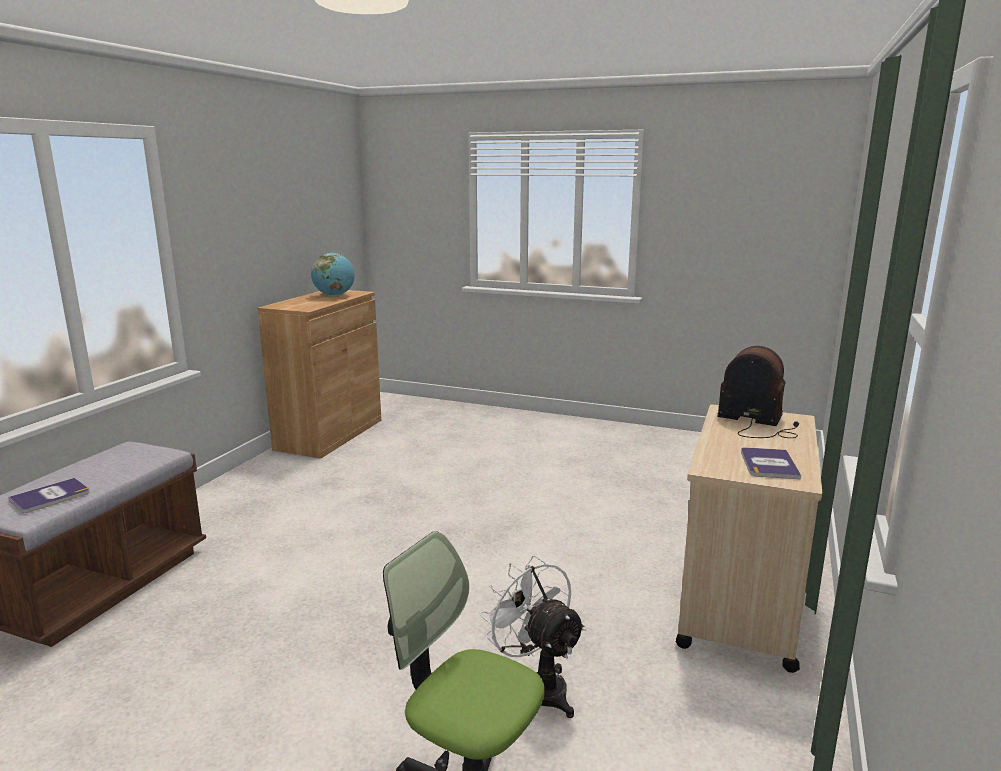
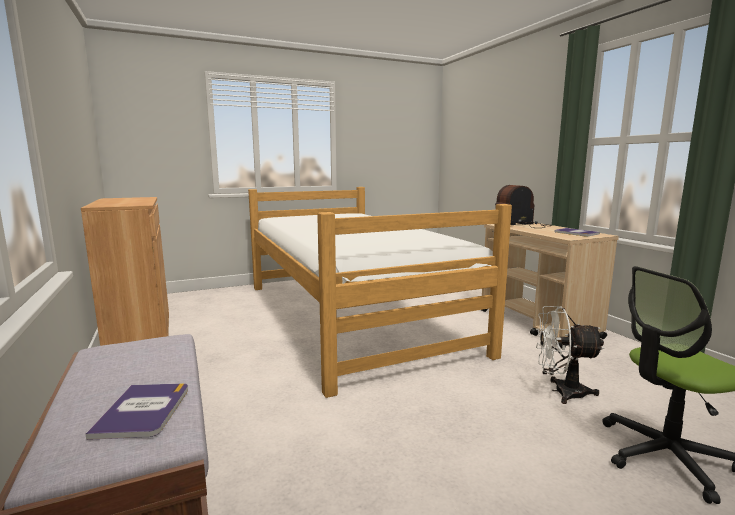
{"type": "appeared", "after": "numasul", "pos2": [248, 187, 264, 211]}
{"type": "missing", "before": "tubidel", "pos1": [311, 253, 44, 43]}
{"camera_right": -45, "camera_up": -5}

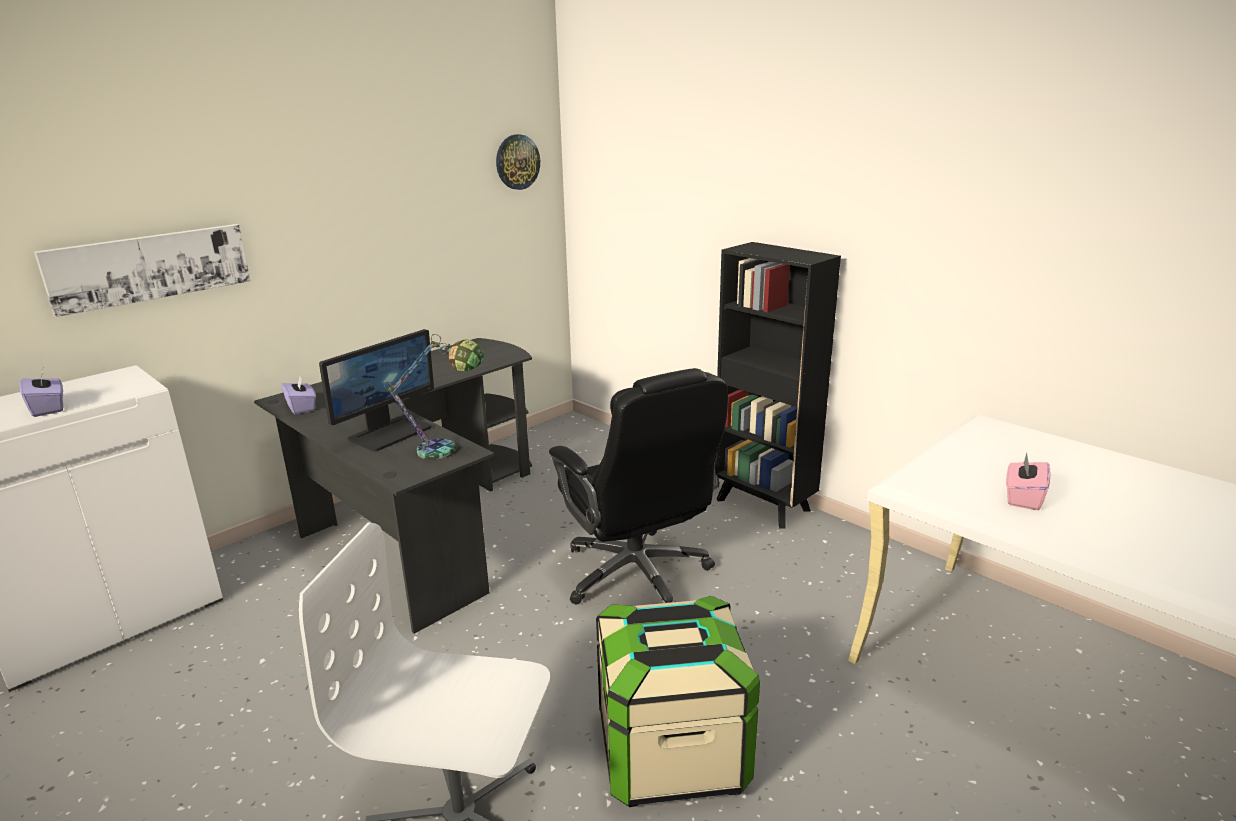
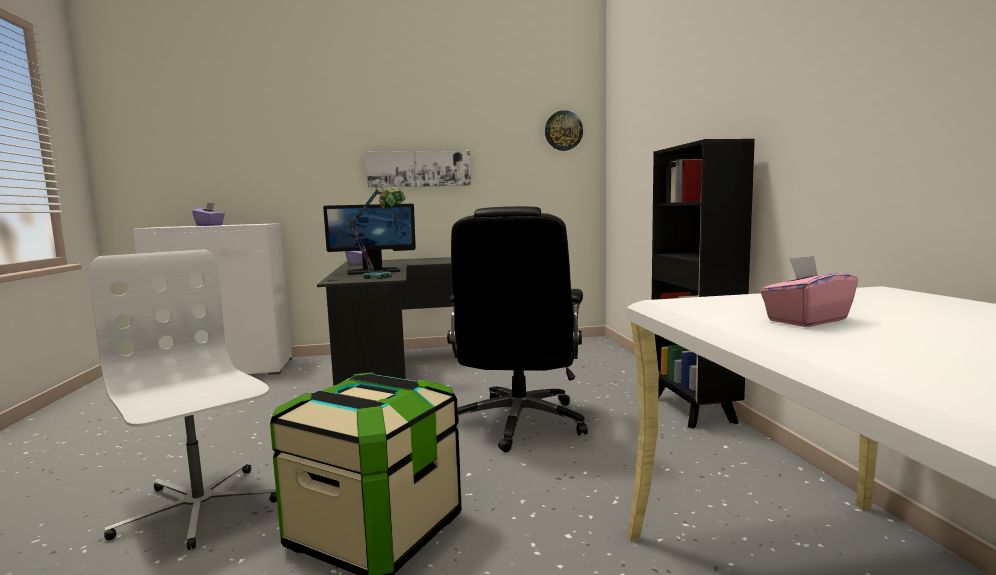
{"type": "relocated", "before": "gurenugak", "pos1": [34, 224, 216, 93], "pos2": [366, 151, 105, 37]}
{"camera_right": 35, "camera_up": -15}

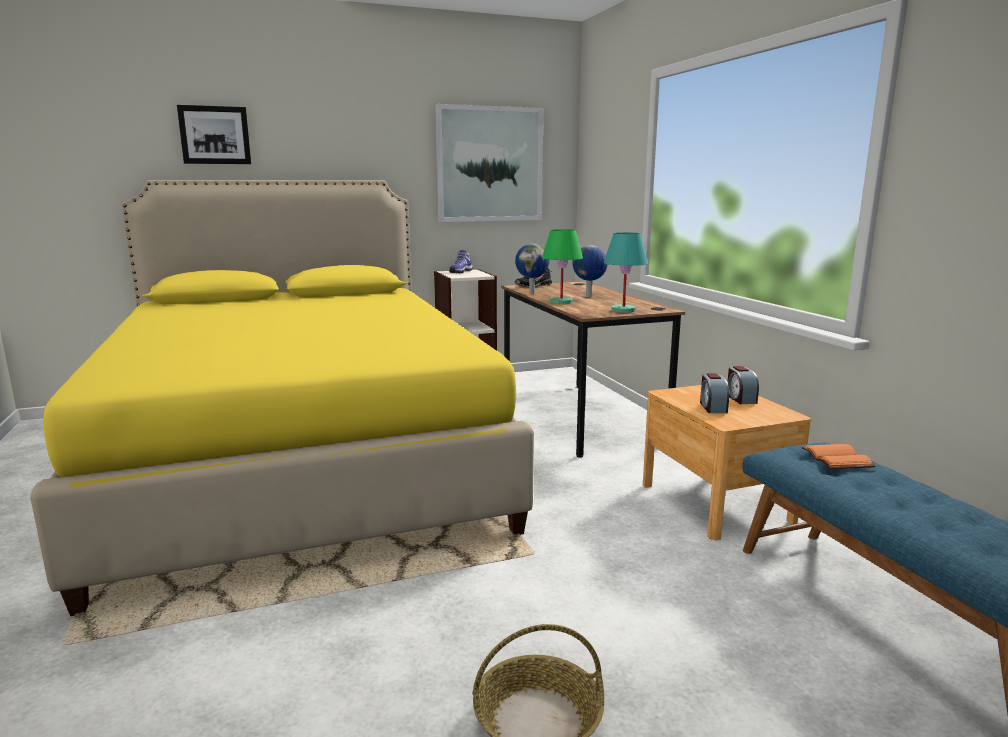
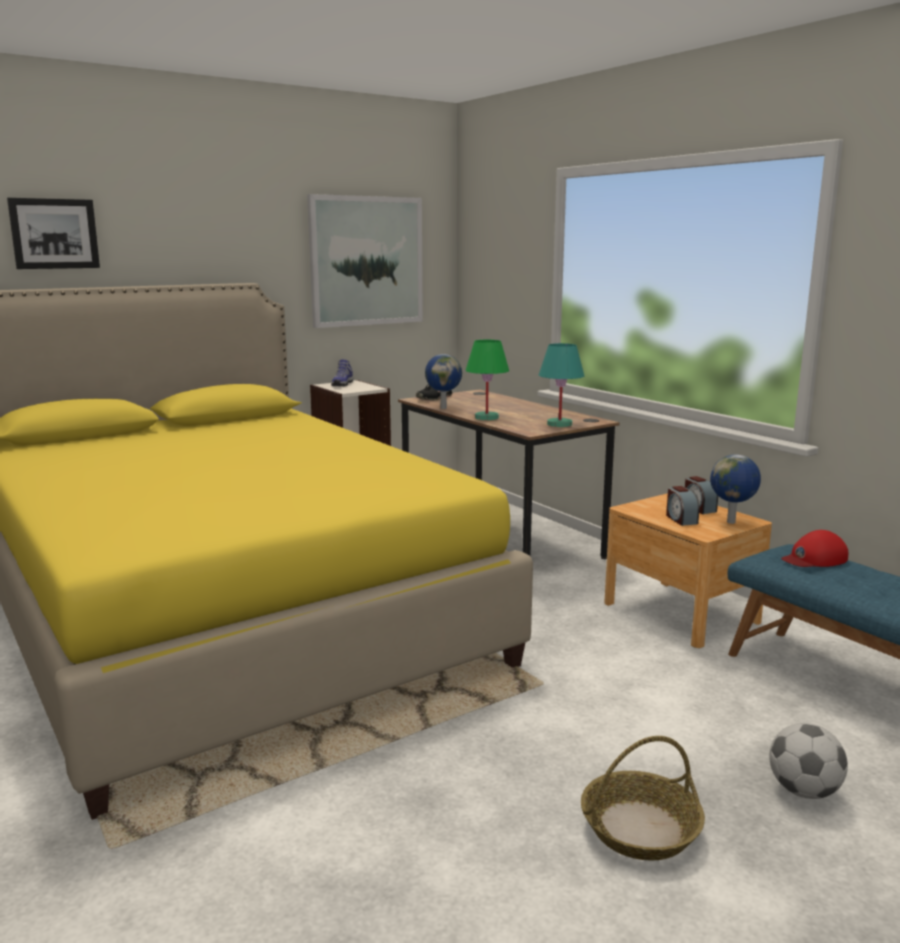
{"type": "relocated", "before": "tubidel", "pos1": [572, 245, 36, 52], "pos2": [710, 454, 51, 70]}
{"type": "appeared", "after": "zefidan", "pos2": [769, 723, 79, 76]}
{"type": "exchanged", "before": "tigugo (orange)", "after": "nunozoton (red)", "pos1": [802, 444, 74, 25], "pos2": [781, 530, 67, 37]}
{"camera_right": -15, "camera_up": 0}

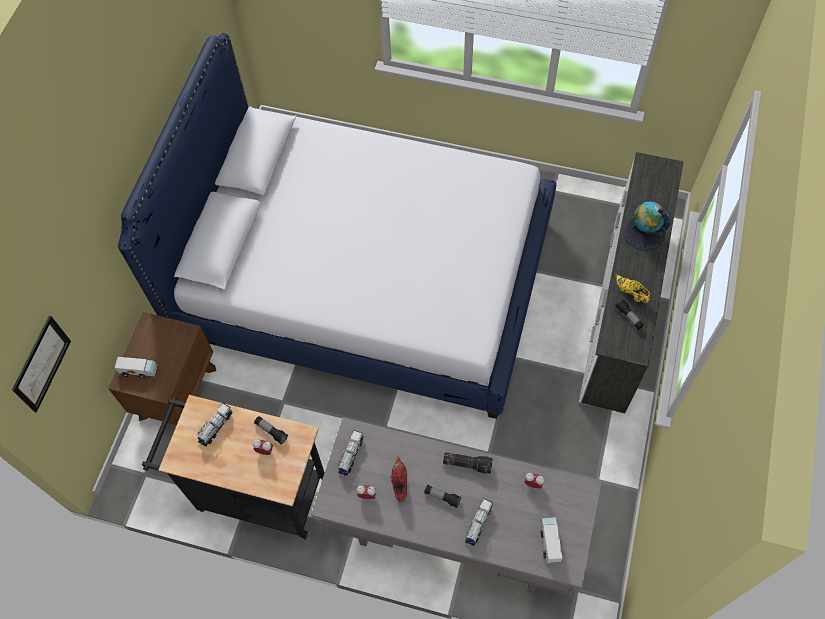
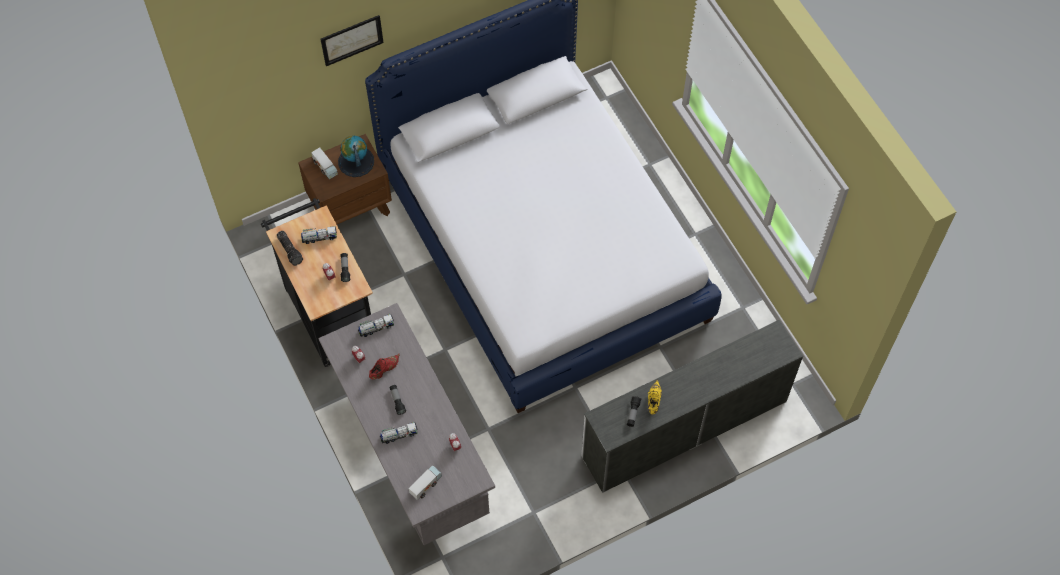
{"type": "relocated", "before": "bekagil", "pos1": [443, 452, 50, 22], "pos2": [277, 231, 26, 35]}
{"type": "relocated", "before": "gurenugak", "pos1": [12, 316, 59, 97], "pos2": [321, 15, 63, 51]}
{"type": "relocated", "before": "tubidel", "pos1": [623, 201, 48, 50], "pos2": [338, 136, 36, 41]}
{"camera_right": 45, "camera_up": 0}

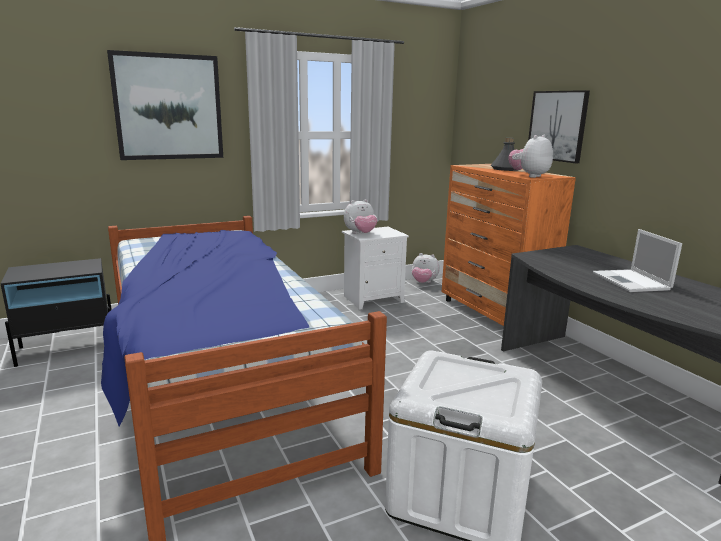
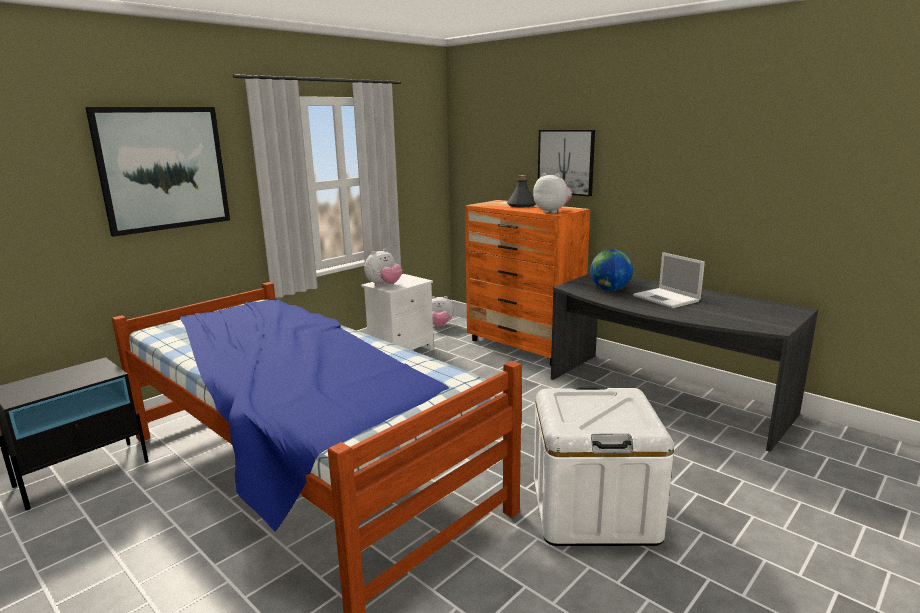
{"type": "spun", "before": "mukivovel", "pos1": [508, 135, 45, 43], "pos2": [533, 173, 39, 40], "turn": 105}
{"type": "appeared", "after": "tubidel", "pos2": [590, 249, 43, 42]}
{"camera_right": -20, "camera_up": 0}

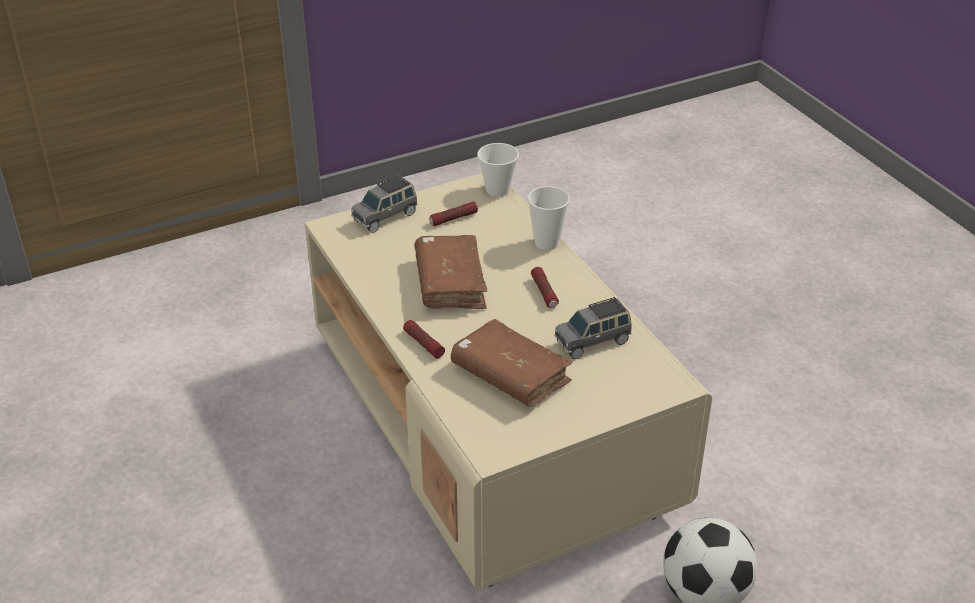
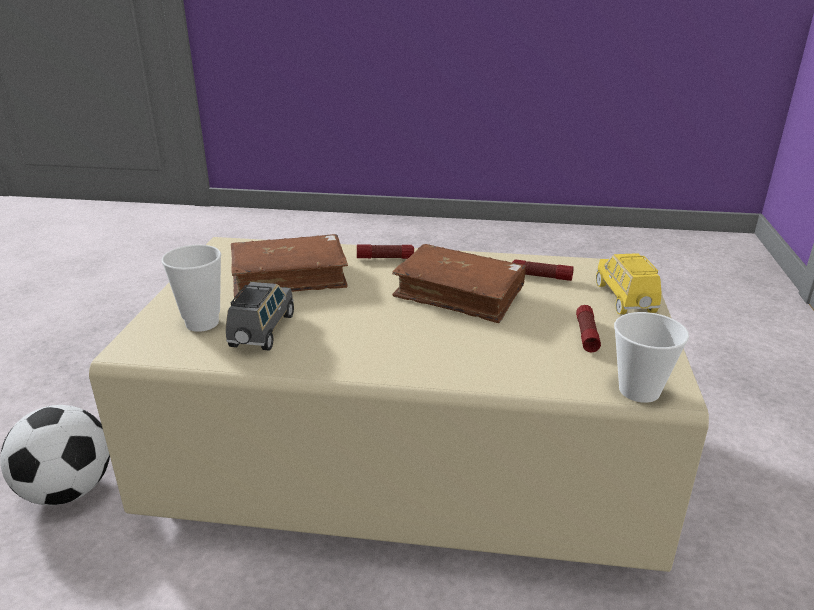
{"type": "relocated", "before": "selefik", "pos1": [528, 186, 42, 64], "pos2": [161, 245, 60, 87]}
{"type": "relocated", "before": "bekagil", "pos1": [531, 267, 28, 41], "pos2": [512, 259, 62, 22]}
{"type": "colour", "before": "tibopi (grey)", "after": "tibopi (yellow)", "pos1": [351, 175, 66, 58], "pos2": [596, 253, 65, 61]}
{"camera_right": 125, "camera_up": -10}

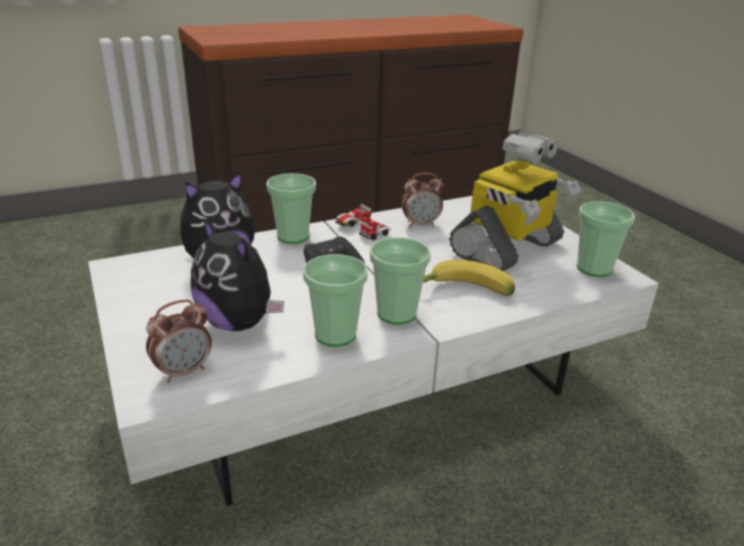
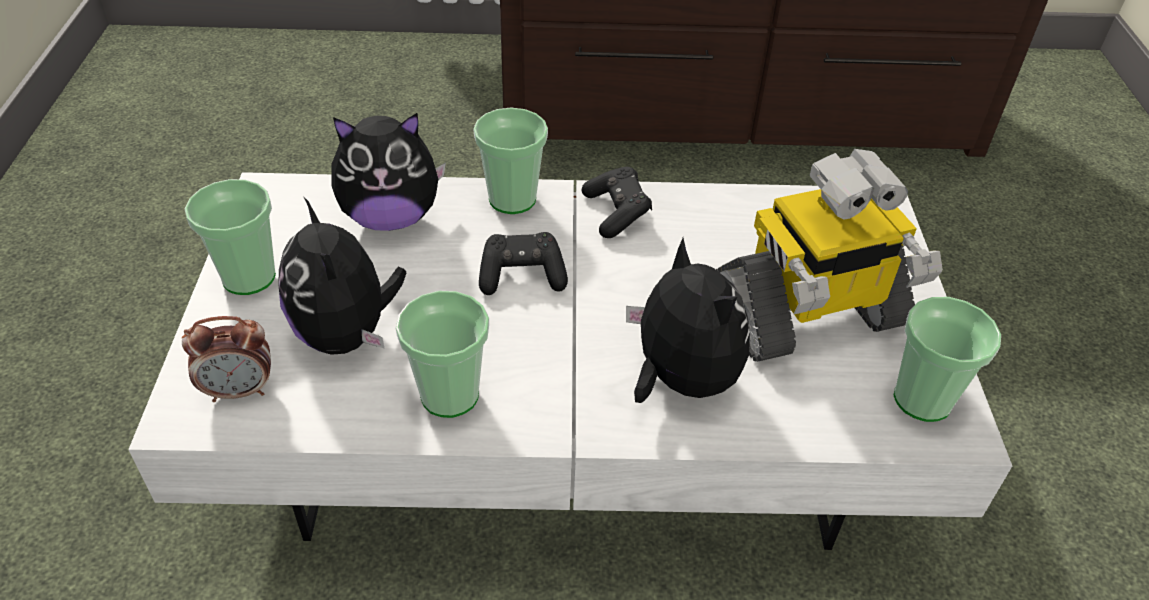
{"type": "relocated", "before": "selefik", "pos1": [370, 237, 61, 87], "pos2": [185, 179, 91, 116]}
{"type": "exchanged", "before": "tibopi", "after": "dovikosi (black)", "pos1": [335, 204, 56, 37], "pos2": [582, 167, 70, 71]}
{"type": "exchanged", "before": "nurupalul", "after": "mukivovel", "pos1": [423, 260, 92, 36], "pos2": [626, 238, 124, 165]}
{"type": "missing", "before": "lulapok", "pos1": [401, 172, 43, 56]}
{"camera_right": 25, "camera_up": 15}

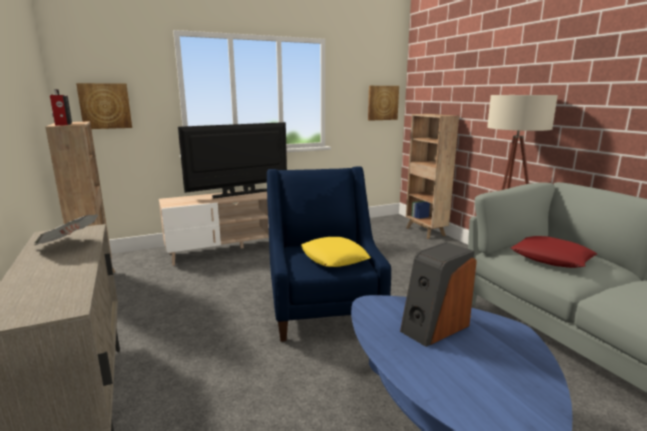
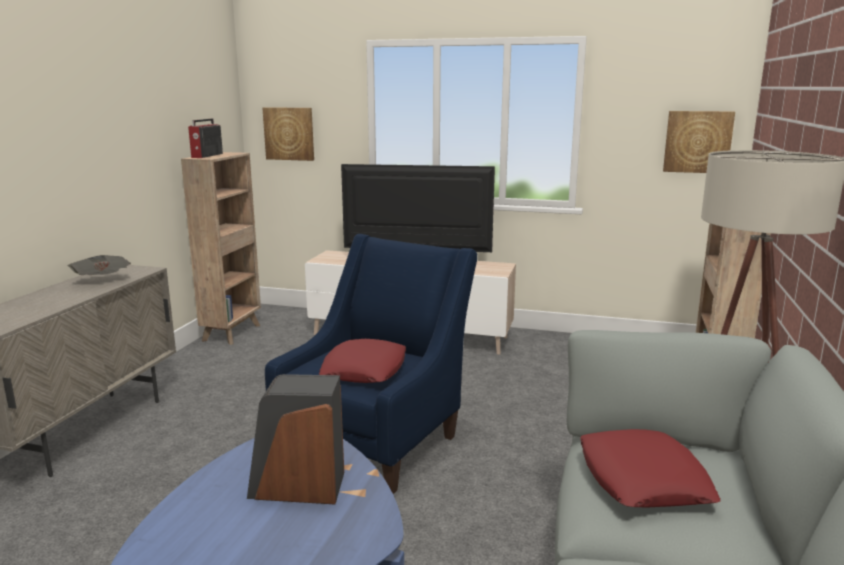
{"type": "colour", "before": "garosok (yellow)", "after": "garosok (red)", "pos1": [301, 237, 69, 30], "pos2": [319, 339, 87, 44]}
{"camera_right": 40, "camera_up": 0}

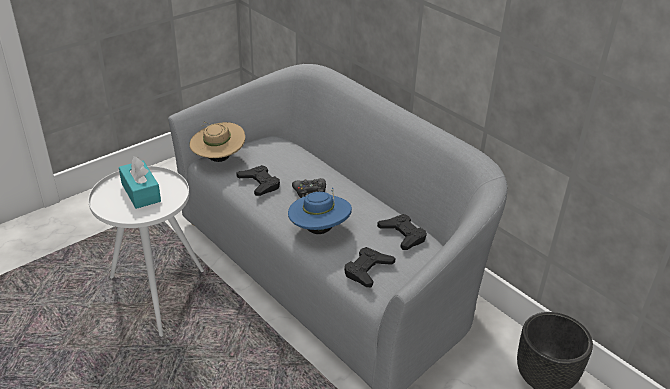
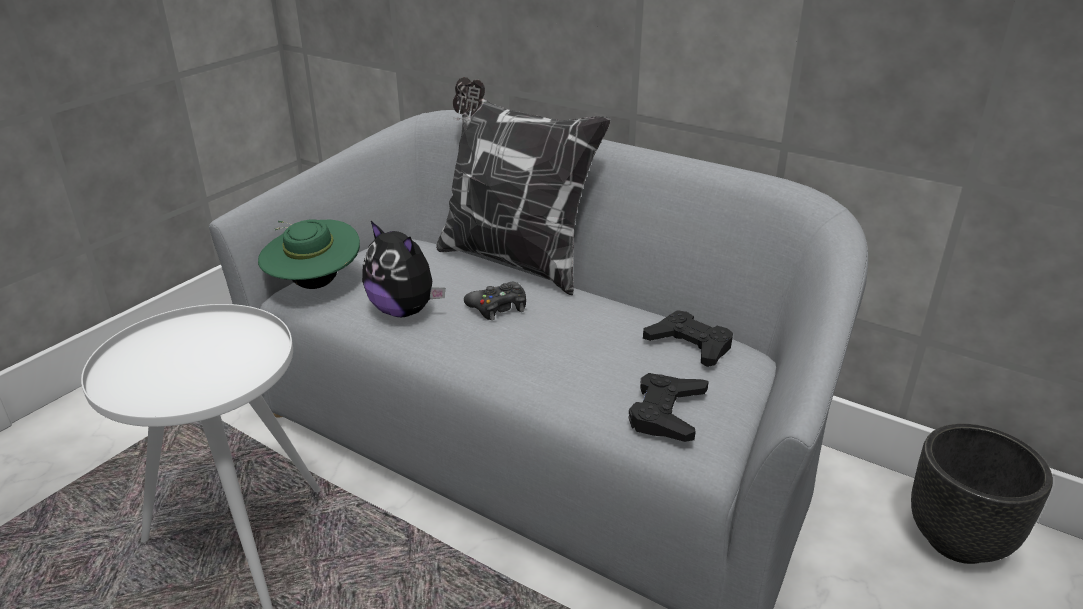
{"type": "colour", "before": "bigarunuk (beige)", "after": "bigarunuk (green)", "pos1": [189, 122, 56, 40], "pos2": [258, 219, 102, 70]}
{"type": "exchanged", "before": "dovikosi (black)", "after": "mukivovel", "pos1": [236, 165, 44, 31], "pos2": [362, 221, 83, 96]}
{"type": "appeared", "after": "garosok", "pos2": [436, 77, 175, 218]}
{"type": "missing", "before": "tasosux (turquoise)", "pos1": [119, 156, 42, 53]}
{"type": "missing", "before": "bigarunuk (blue)", "pos1": [288, 188, 64, 46]}
{"camera_right": -15, "camera_up": -5}

